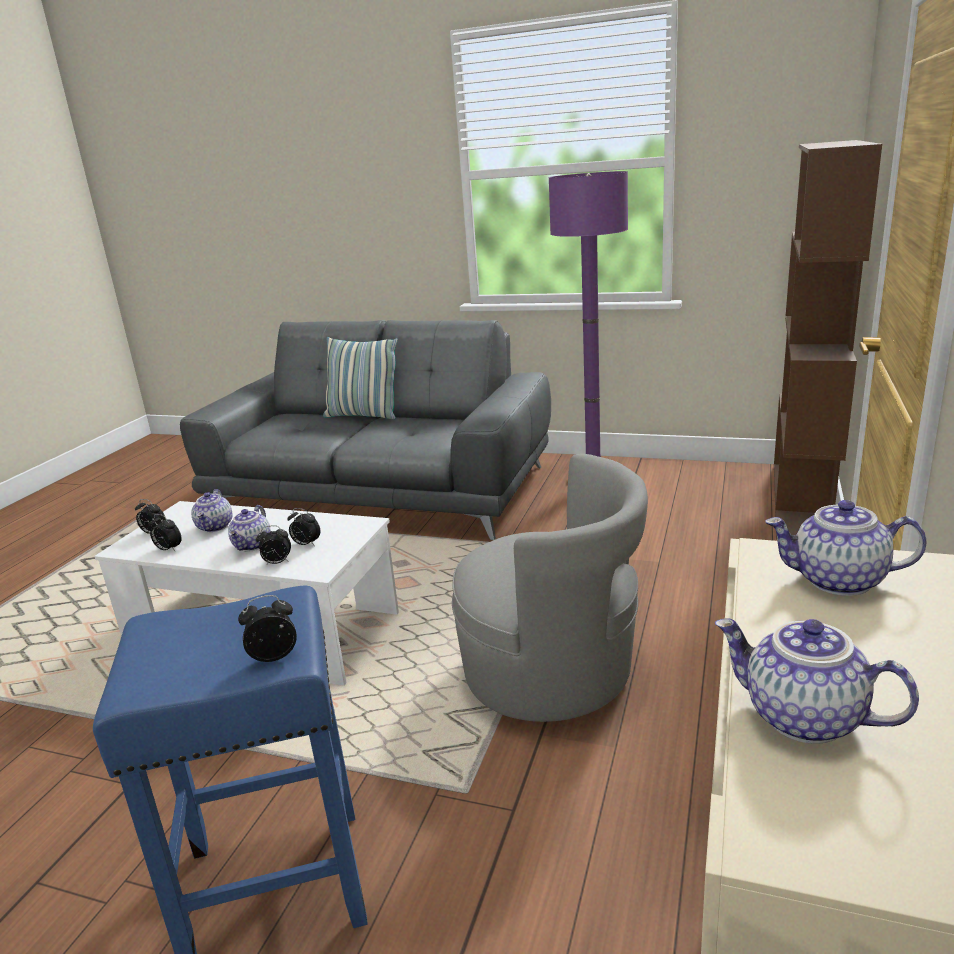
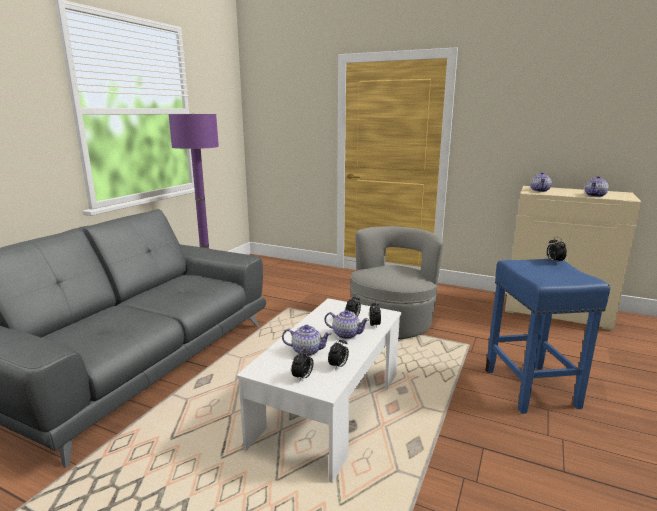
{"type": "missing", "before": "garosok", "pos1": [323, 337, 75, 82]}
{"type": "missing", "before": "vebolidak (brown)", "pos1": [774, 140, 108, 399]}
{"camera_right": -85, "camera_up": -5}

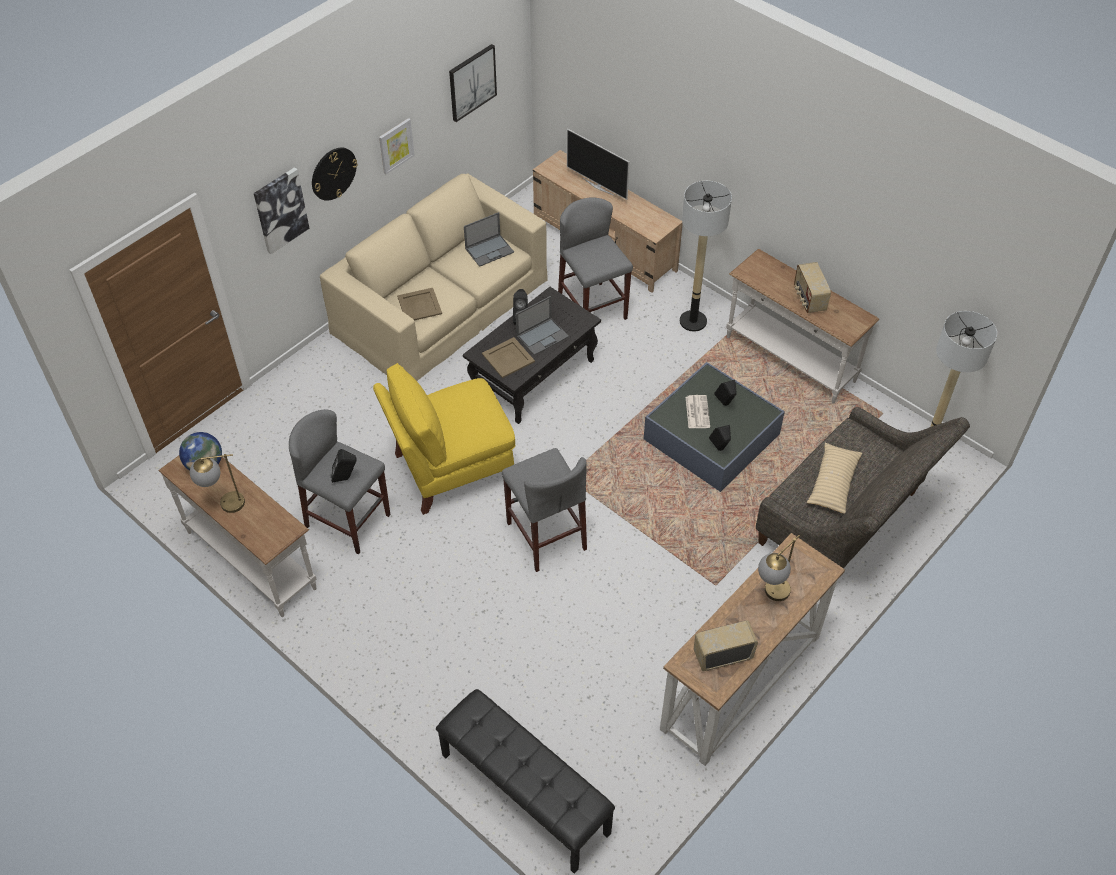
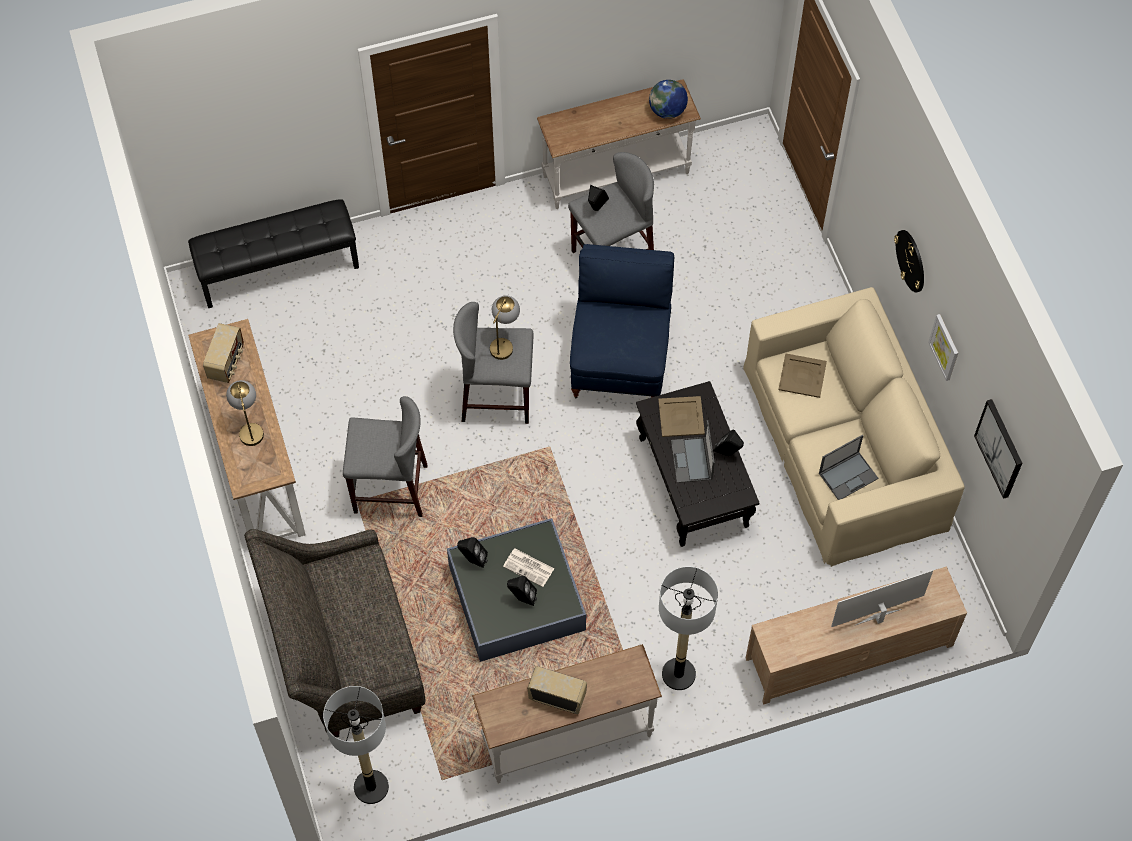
{"type": "relocated", "before": "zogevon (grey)", "pos1": [558, 198, 75, 122], "pos2": [343, 396, 84, 121]}
{"type": "relocated", "before": "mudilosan", "pos1": [190, 454, 55, 59], "pos2": [490, 296, 30, 64]}
{"type": "colour", "before": "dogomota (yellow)", "after": "dogomota (blue)", "pos1": [373, 363, 142, 152], "pos2": [570, 244, 104, 154]}
{"type": "spun", "before": "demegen", "pos1": [464, 212, 50, 55], "pos2": [819, 435, 60, 65], "turn": -120}
{"type": "missing", "before": "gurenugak", "pos1": [254, 167, 55, 87]}
{"type": "missing", "before": "garosok (beige)", "pos1": [807, 442, 55, 72]}
{"camera_right": 120, "camera_up": 10}

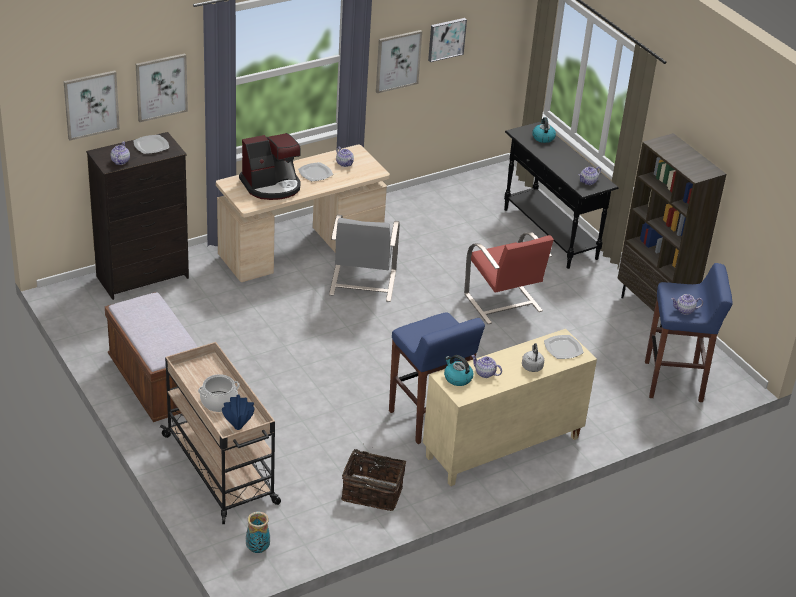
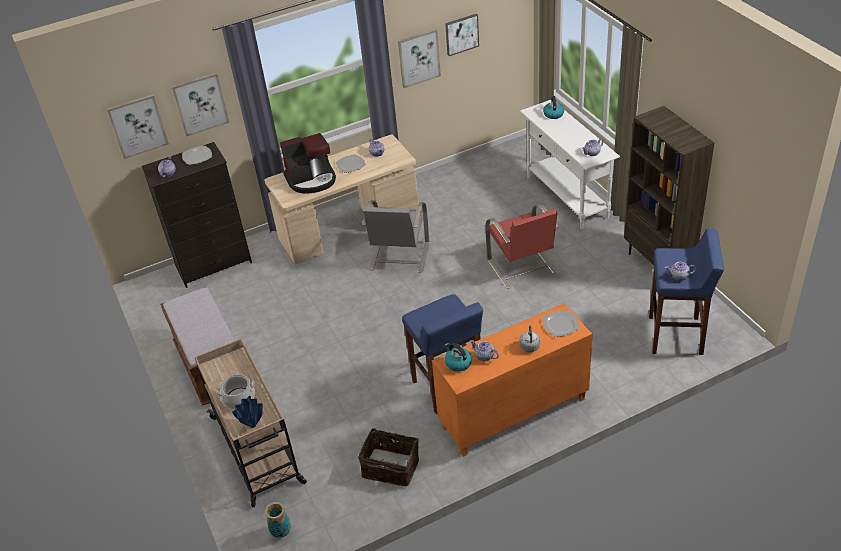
{"type": "colour", "before": "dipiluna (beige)", "after": "dipiluna (orange)", "pos1": [423, 329, 174, 157], "pos2": [432, 303, 161, 154]}
{"type": "colour", "before": "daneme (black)", "after": "daneme (white)", "pos1": [504, 122, 115, 147], "pos2": [520, 100, 100, 130]}
{"camera_right": 10, "camera_up": 5}

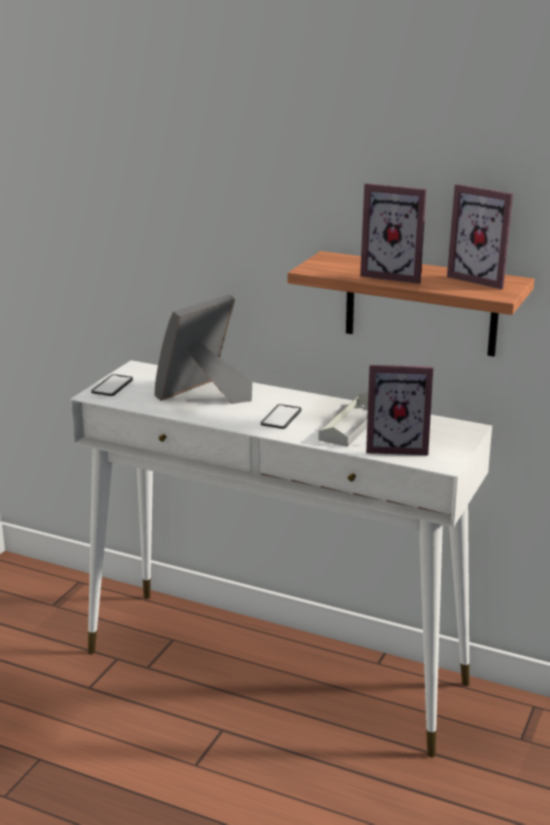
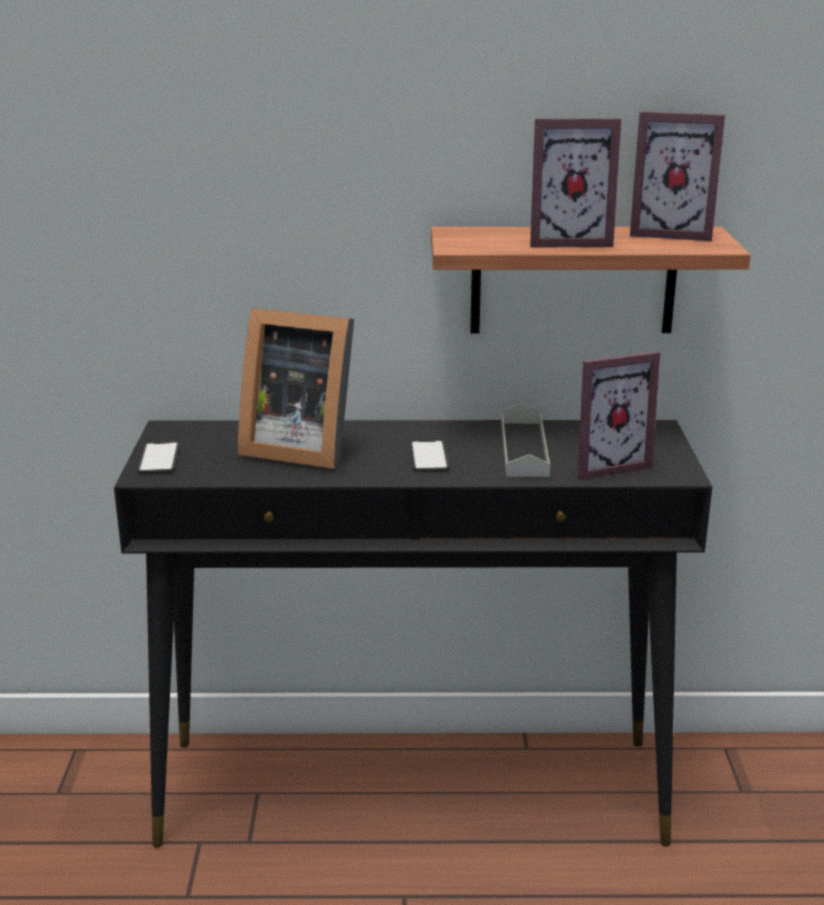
{"type": "colour", "before": "daneme (white)", "after": "daneme (black)", "pos1": [70, 360, 422, 397], "pos2": [114, 420, 598, 428]}
{"type": "spun", "before": "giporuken", "pos1": [155, 294, 97, 110], "pos2": [238, 308, 116, 161], "turn": -90}
{"camera_right": -25, "camera_up": 0}

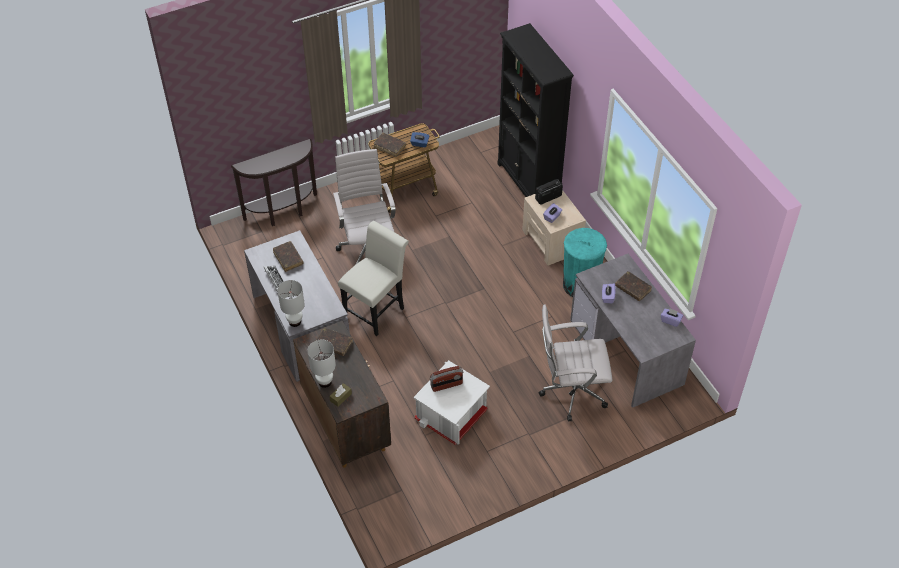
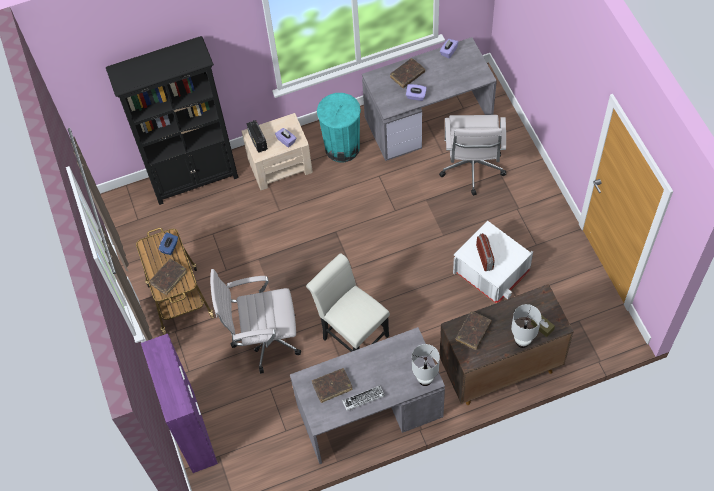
{"type": "exchanged", "before": "daneme (brown)", "after": "dipiluna (purple)", "pos1": [231, 139, 86, 87], "pos2": [141, 334, 77, 139]}
{"camera_right": -80, "camera_up": 10}

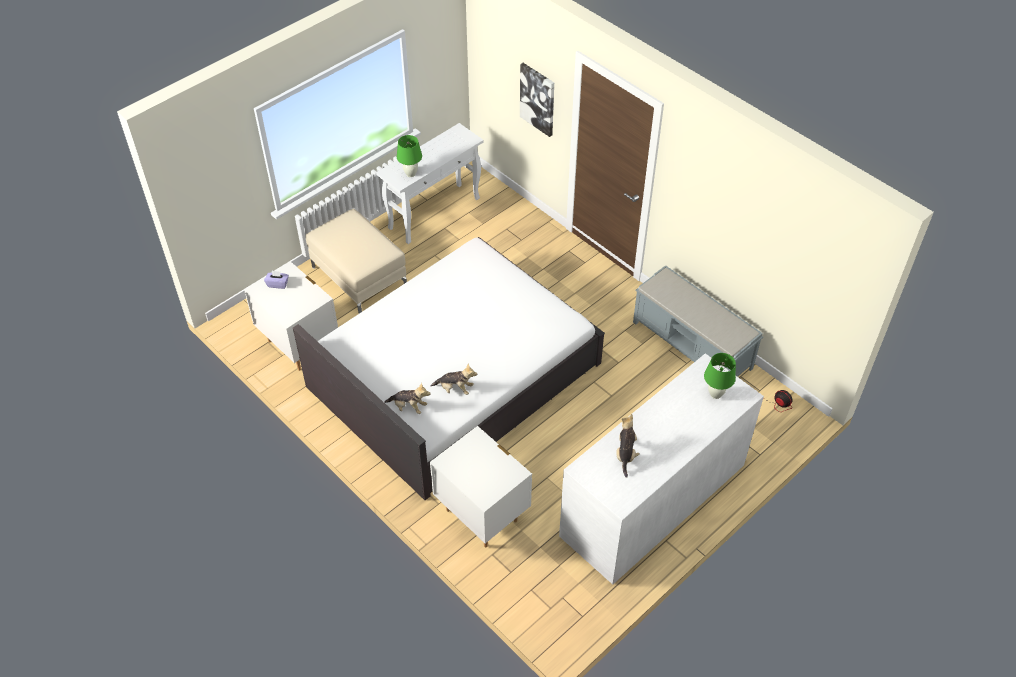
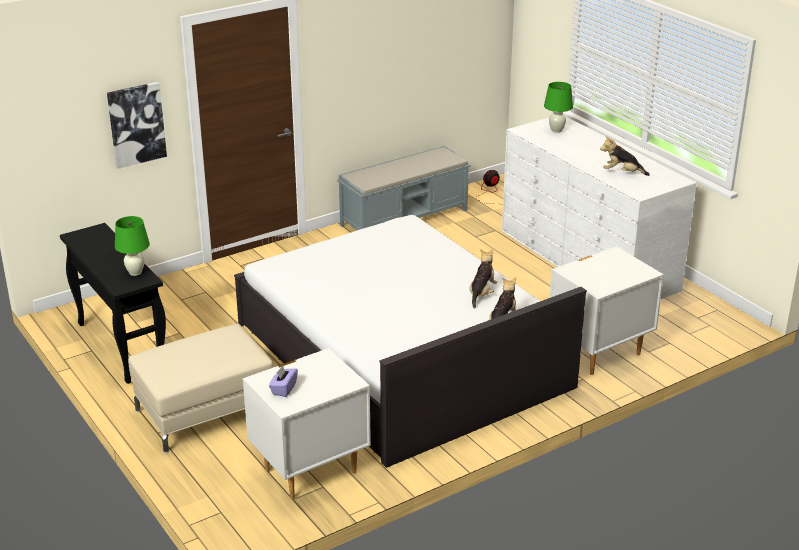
{"type": "colour", "before": "daneme (white)", "after": "daneme (black)", "pos1": [376, 123, 108, 121], "pos2": [60, 223, 106, 161]}
{"camera_right": -80, "camera_up": -20}

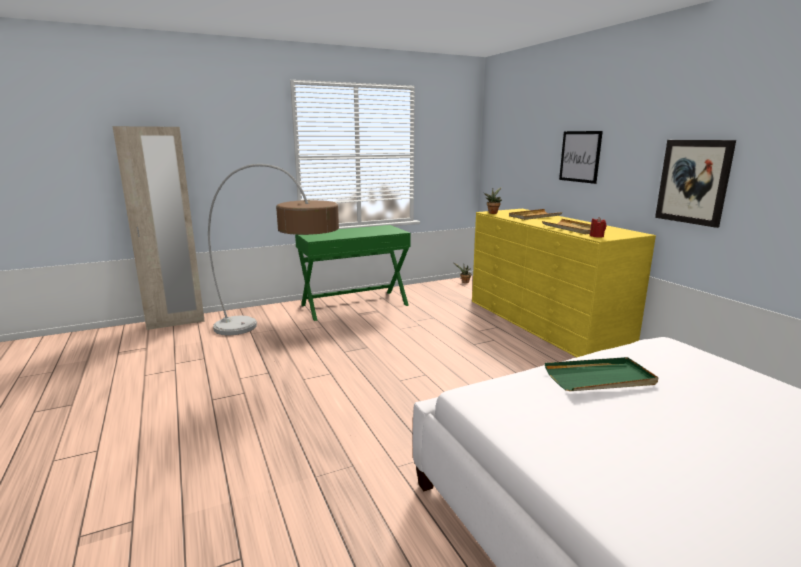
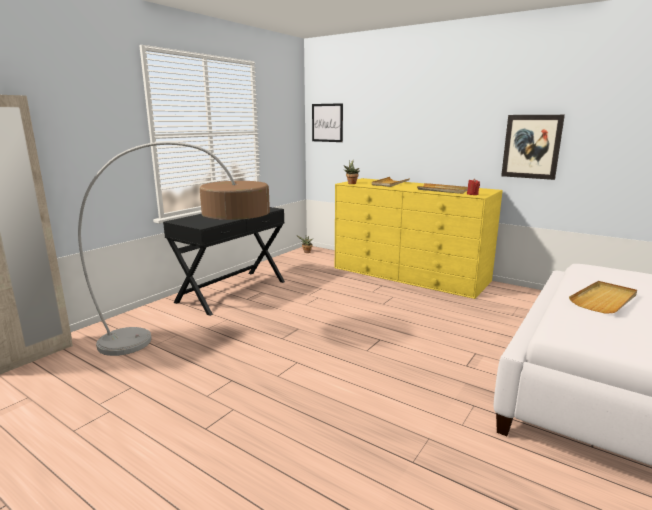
{"type": "colour", "before": "daneme (green)", "after": "daneme (black)", "pos1": [295, 225, 116, 96], "pos2": [163, 207, 122, 109]}
{"type": "relocated", "before": "gurenugak", "pos1": [559, 131, 44, 53], "pos2": [312, 103, 31, 39]}
{"type": "colour", "before": "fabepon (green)", "after": "fabepon (beige)", "pos1": [545, 357, 113, 34], "pos2": [569, 281, 68, 33]}
{"camera_right": -30, "camera_up": 0}

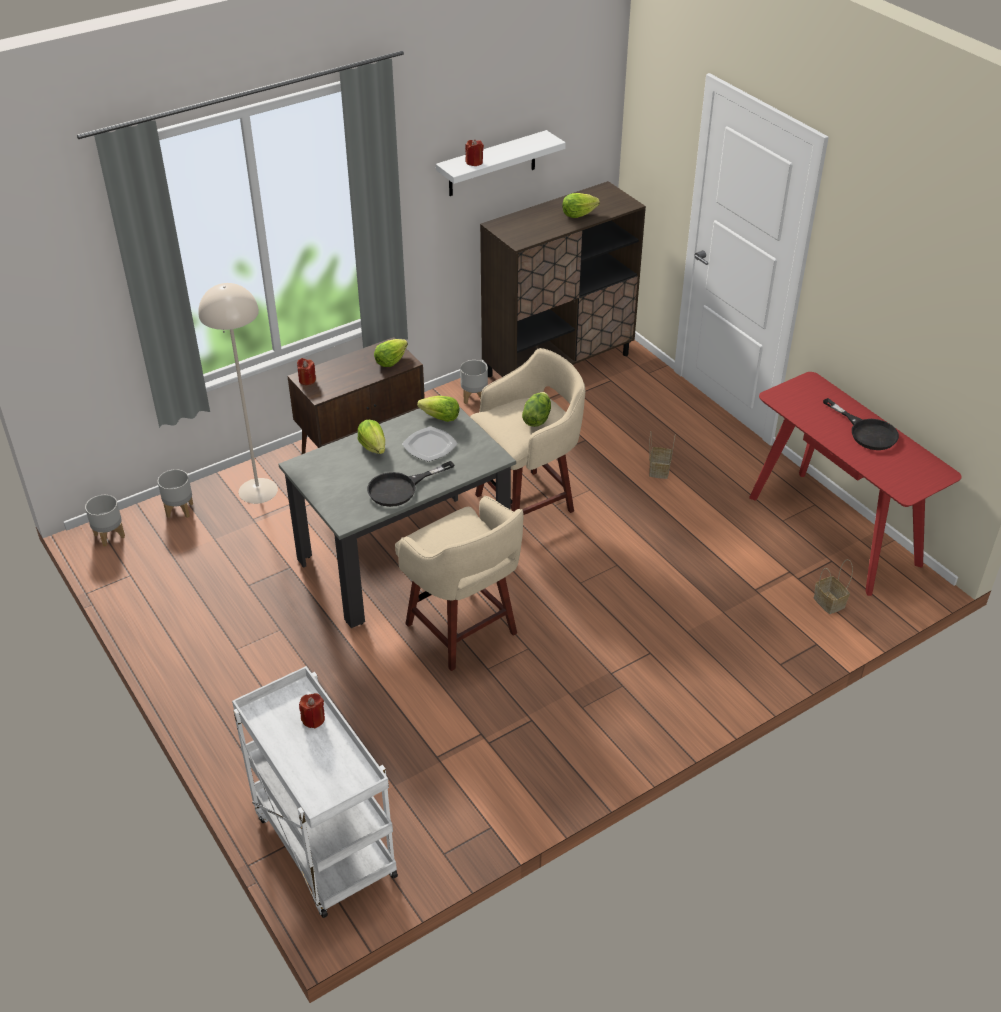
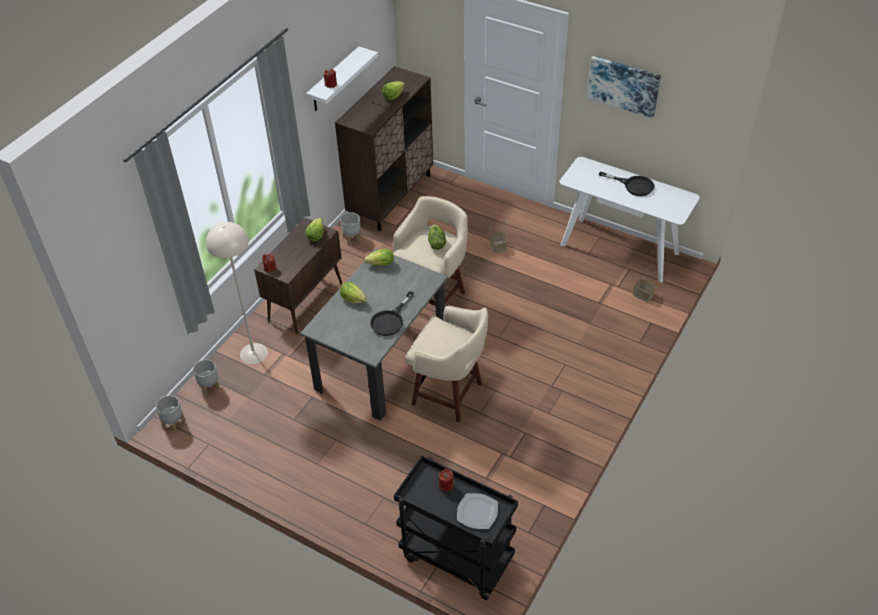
{"type": "colour", "before": "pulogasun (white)", "after": "pulogasun (black)", "pos1": [232, 666, 166, 252], "pos2": [394, 456, 124, 144]}
{"type": "relocated", "before": "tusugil", "pos1": [402, 426, 56, 36], "pos2": [457, 493, 41, 36]}
{"type": "colour", "before": "daneme (red)", "after": "daneme (white)", "pos1": [749, 372, 213, 224], "pos2": [559, 157, 141, 126]}
{"type": "appeared", "after": "gurenugak", "pos2": [587, 56, 74, 62]}
{"camera_right": -25, "camera_up": 5}

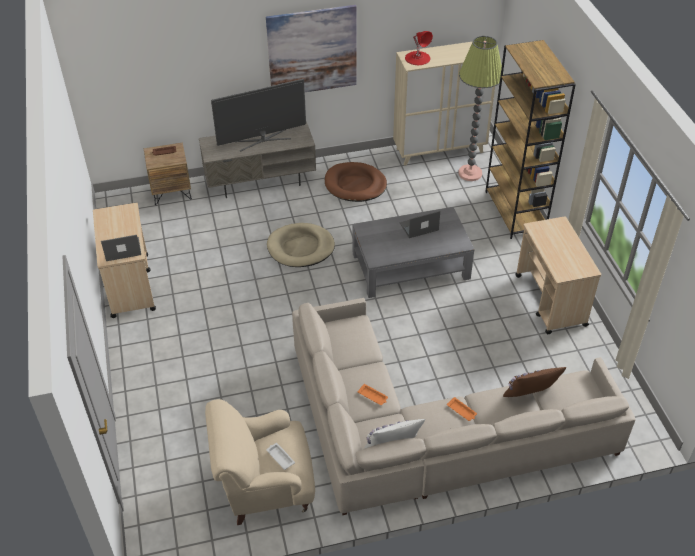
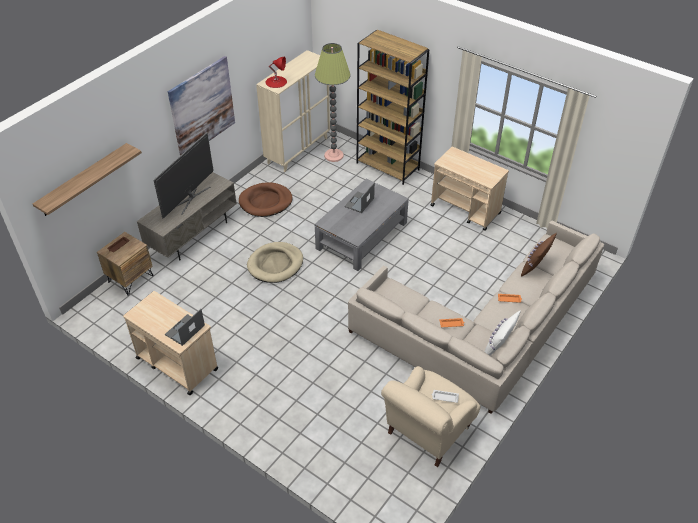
{"type": "appeared", "after": "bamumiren", "pos2": [33, 143, 109, 73]}
{"camera_right": -40, "camera_up": 0}

